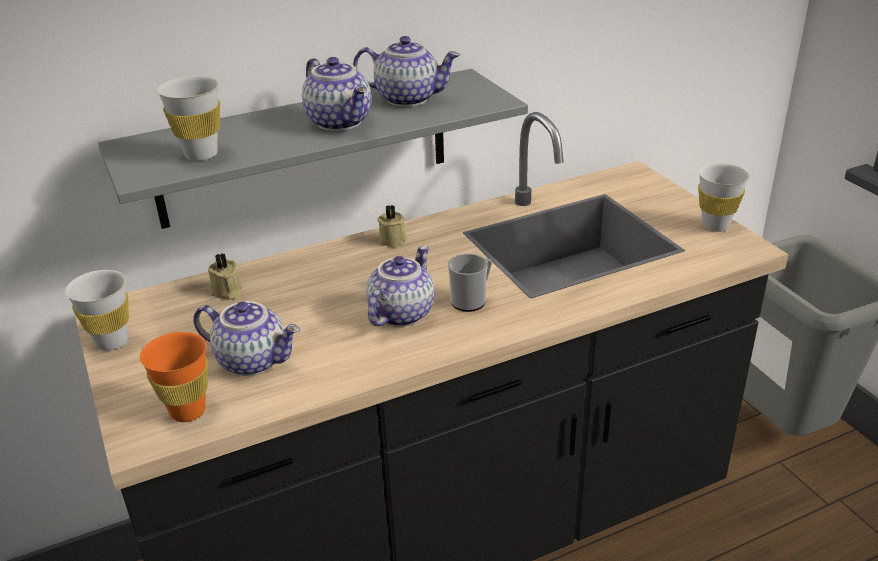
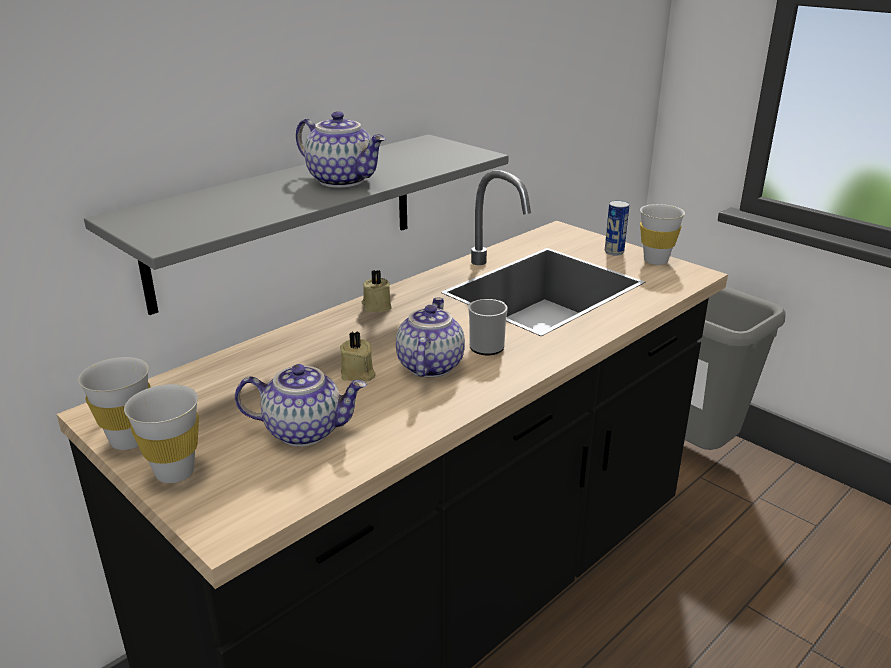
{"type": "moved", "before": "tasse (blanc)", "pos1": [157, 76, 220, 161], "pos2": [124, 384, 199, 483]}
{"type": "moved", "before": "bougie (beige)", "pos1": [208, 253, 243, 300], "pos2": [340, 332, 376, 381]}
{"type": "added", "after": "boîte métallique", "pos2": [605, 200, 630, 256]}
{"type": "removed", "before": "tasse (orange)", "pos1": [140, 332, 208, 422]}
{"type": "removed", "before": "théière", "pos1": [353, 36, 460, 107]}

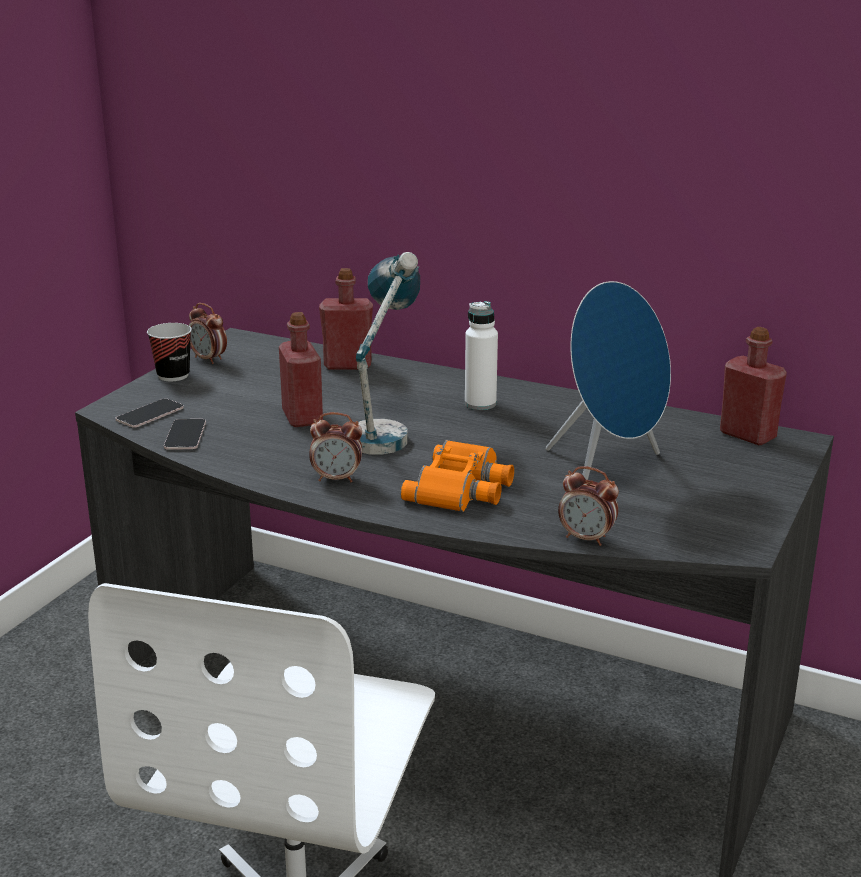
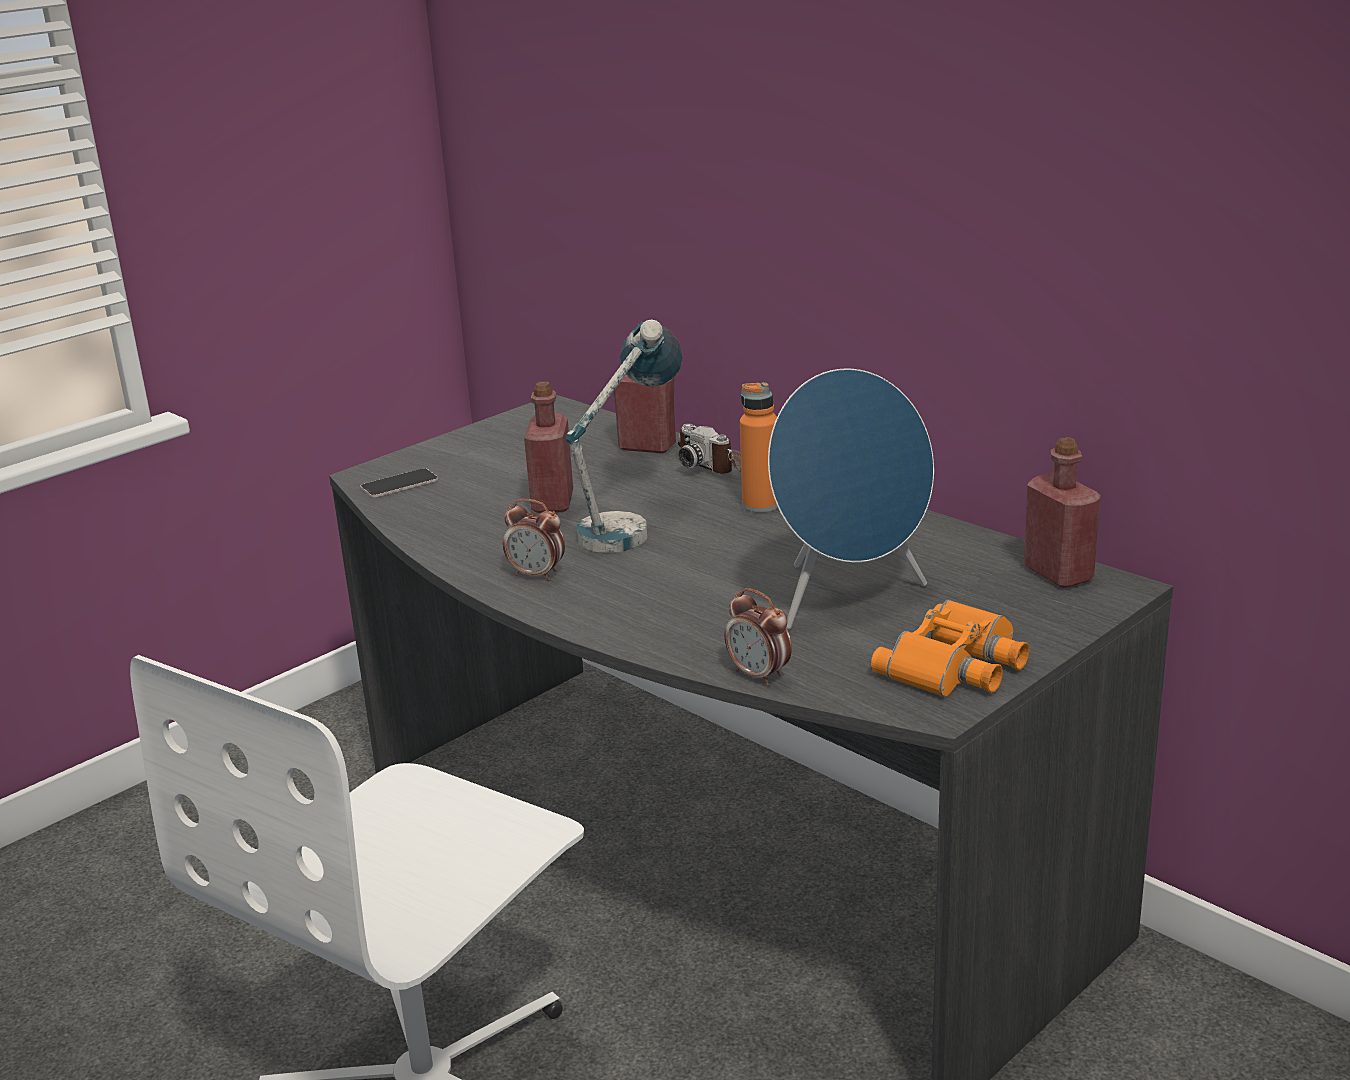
{"type": "added", "after": "appareil photo", "pos2": [678, 424, 741, 474]}
{"type": "recoloured", "before": "bouteille (blanc)", "after": "bouteille (orange)", "pos1": [465, 301, 498, 410], "pos2": [740, 382, 778, 513]}
{"type": "moved", "before": "jumelles (orange)", "pos1": [400, 440, 514, 512], "pos2": [871, 600, 1029, 697]}
{"type": "removed", "before": "tasse", "pos1": [147, 323, 192, 381]}
{"type": "removed", "before": "téléphone", "pos1": [164, 419, 206, 449]}
{"type": "removed", "before": "réveil", "pos1": [189, 303, 227, 364]}

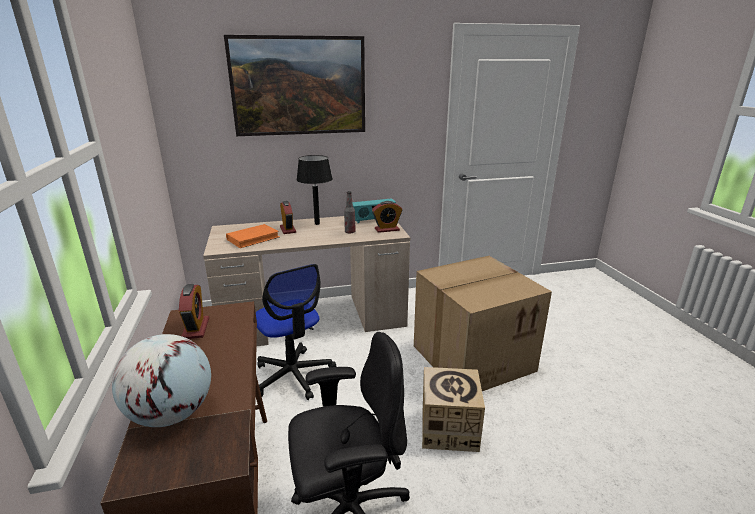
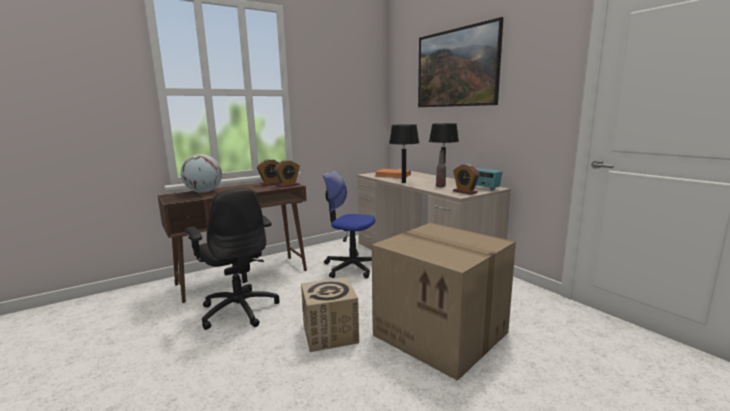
{"type": "moved", "before": "réveil", "pos1": [280, 201, 296, 234], "pos2": [274, 160, 300, 188]}
{"type": "turned", "before": "chaise de bureau", "pos1": [256, 264, 336, 400], "pos2": [323, 171, 375, 278], "turn": 75}
{"type": "added", "after": "lampe de table (noir)", "pos2": [389, 124, 419, 183]}

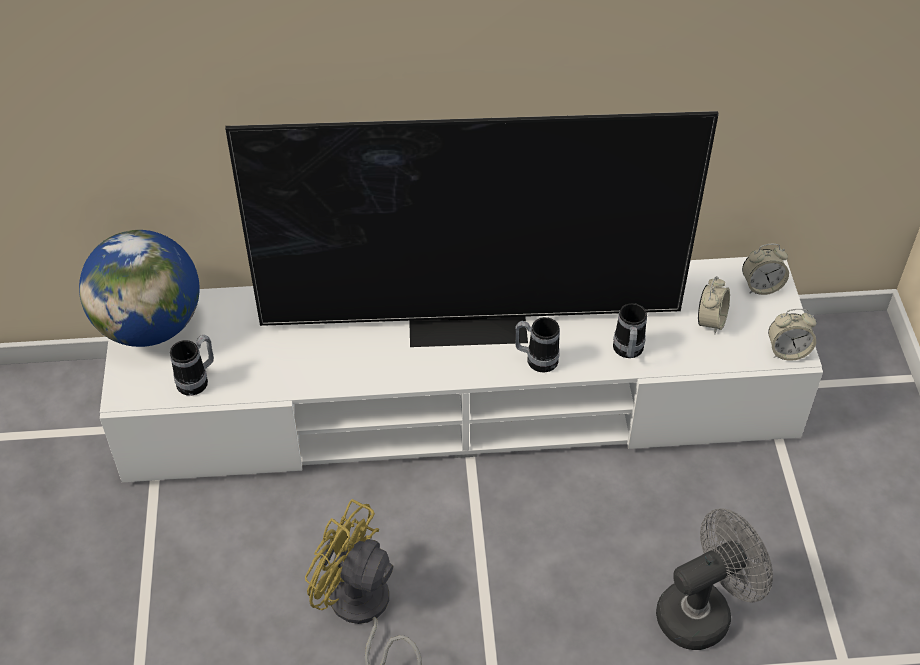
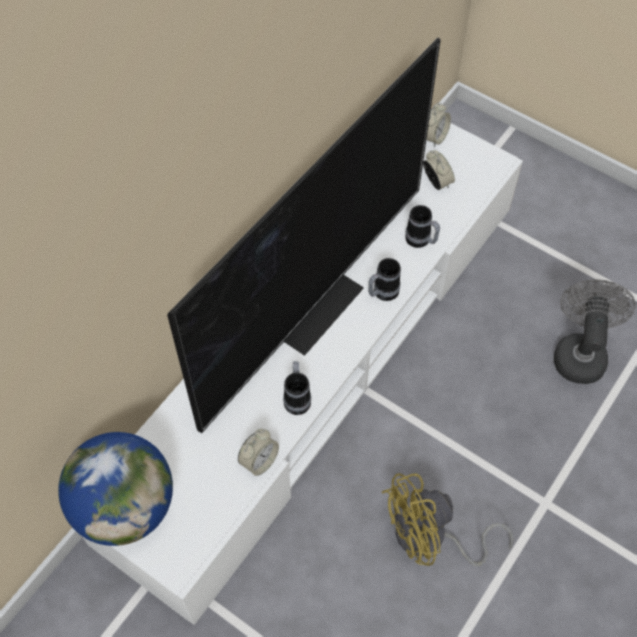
{"type": "moved", "before": "réveil", "pos1": [768, 309, 816, 361], "pos2": [238, 429, 279, 476]}
{"type": "moved", "before": "mug", "pos1": [170, 335, 214, 396], "pos2": [283, 361, 311, 415]}

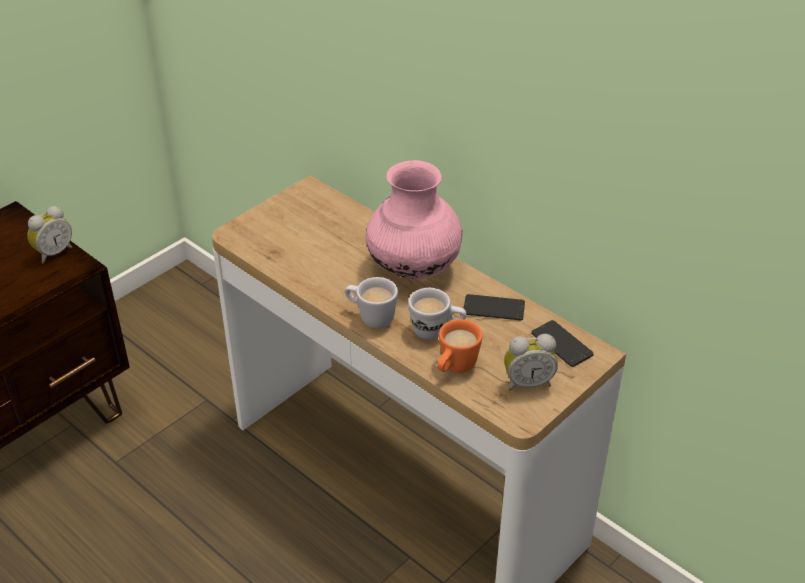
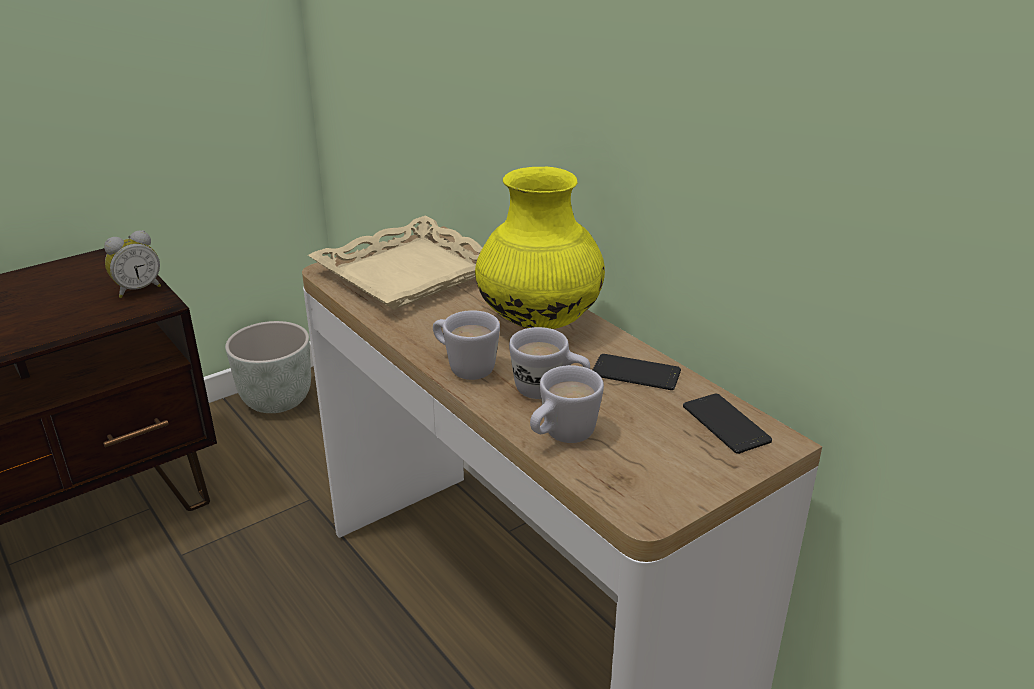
{"type": "added", "after": "cache-pot (gris)", "pos2": [225, 321, 311, 413]}
{"type": "added", "after": "plateau (beige)", "pos2": [308, 216, 482, 310]}
{"type": "recoloured", "before": "vase (rose)", "after": "vase (jaune)", "pos1": [366, 160, 462, 279], "pos2": [475, 167, 605, 329]}
{"type": "recoloured", "before": "mug (orange)", "after": "mug (blanc)", "pos1": [437, 319, 482, 373], "pos2": [530, 365, 604, 443]}
{"type": "removed", "before": "réveil", "pos1": [504, 334, 558, 391]}

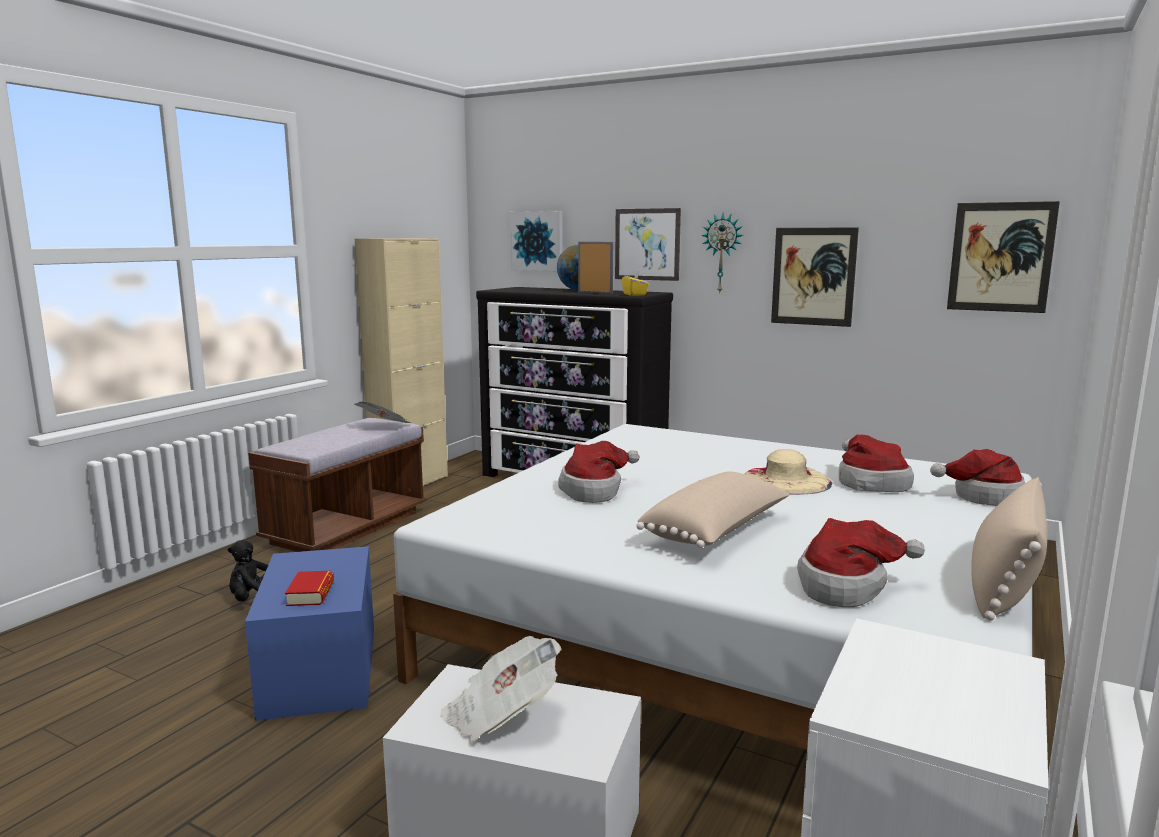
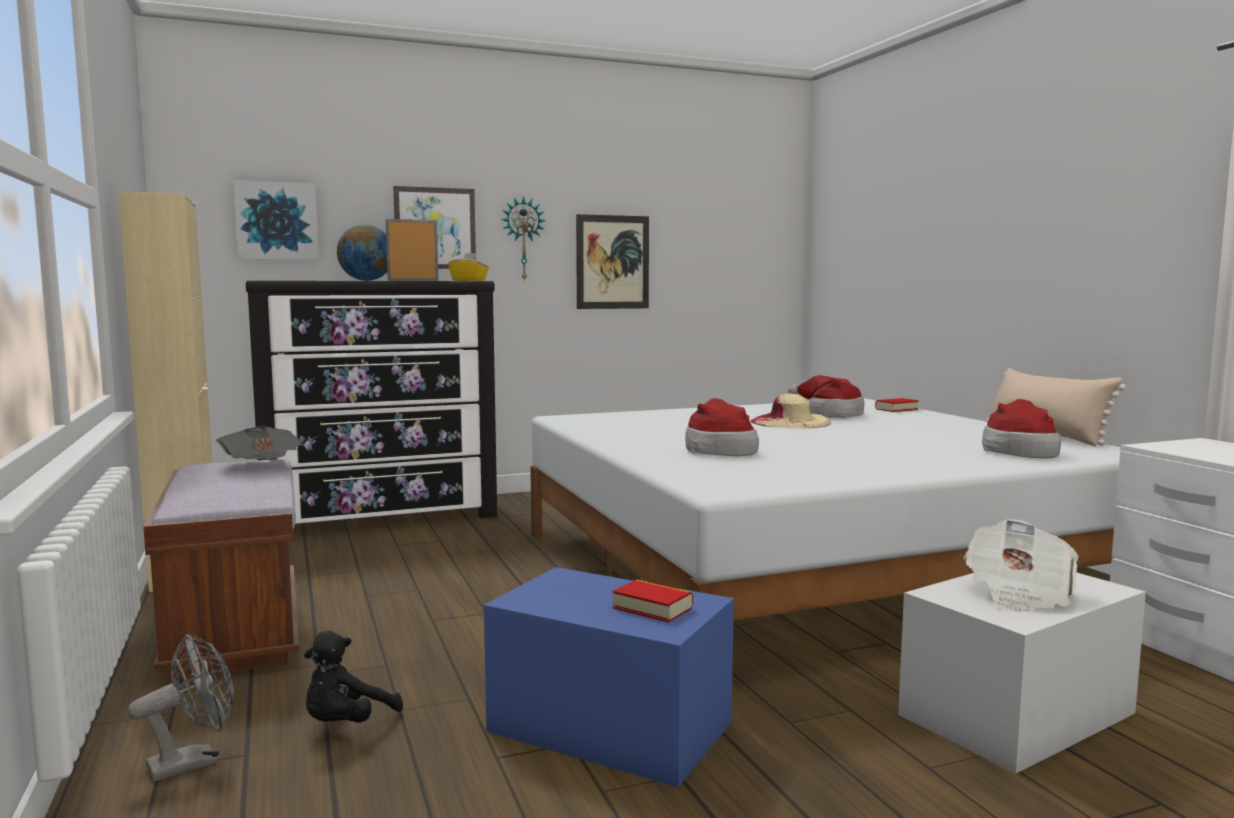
{"type": "added", "after": "ventilateur (gris)", "pos2": [128, 634, 234, 781]}
{"type": "replaced", "before": "chapeau", "after": "livre", "pos1": [930, 449, 1025, 506], "pos2": [875, 398, 919, 412]}
{"type": "removed", "before": "coussin (beige)", "pos1": [636, 472, 790, 548]}
{"type": "removed", "before": "tableau", "pos1": [947, 201, 1060, 313]}

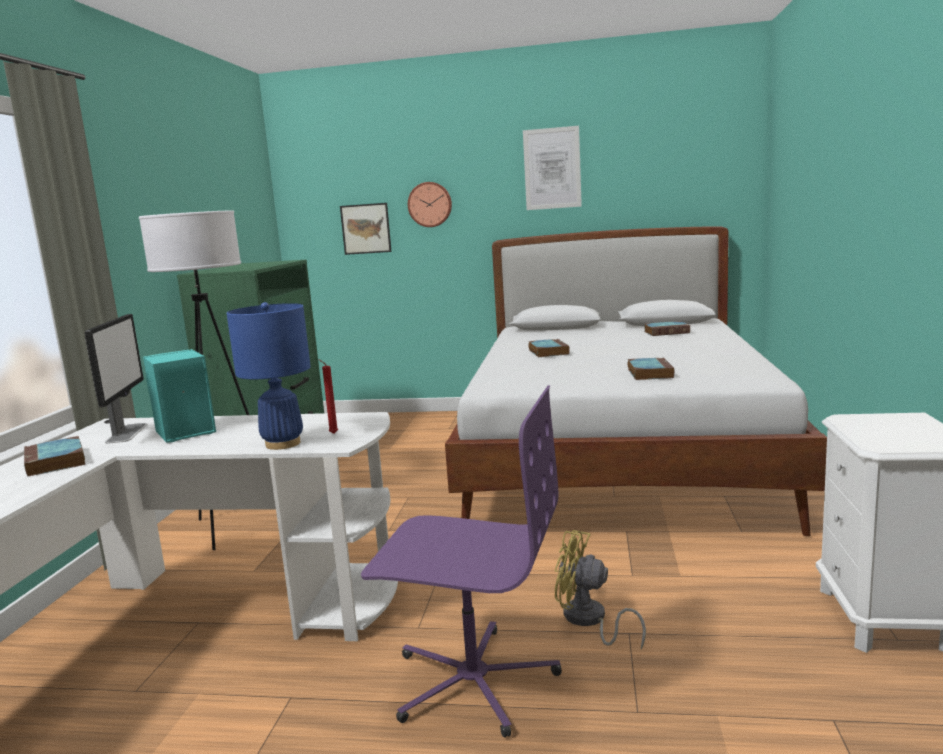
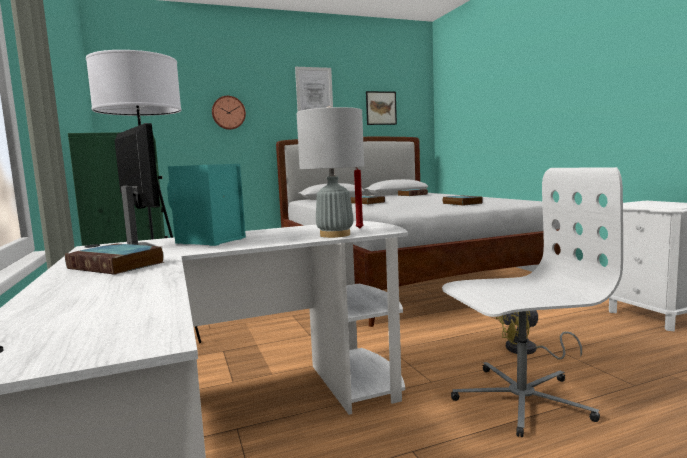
{"type": "recoloured", "before": "lampe de table (bleu)", "after": "lampe de table (gris)", "pos1": [226, 302, 311, 450], "pos2": [297, 106, 364, 238]}
{"type": "moved", "before": "tableau", "pos1": [340, 203, 391, 255], "pos2": [366, 91, 397, 125]}
{"type": "recoloured", "before": "chaise de bureau (violet)", "after": "chaise de bureau (blanc)", "pos1": [361, 386, 562, 738], "pos2": [442, 167, 623, 437]}

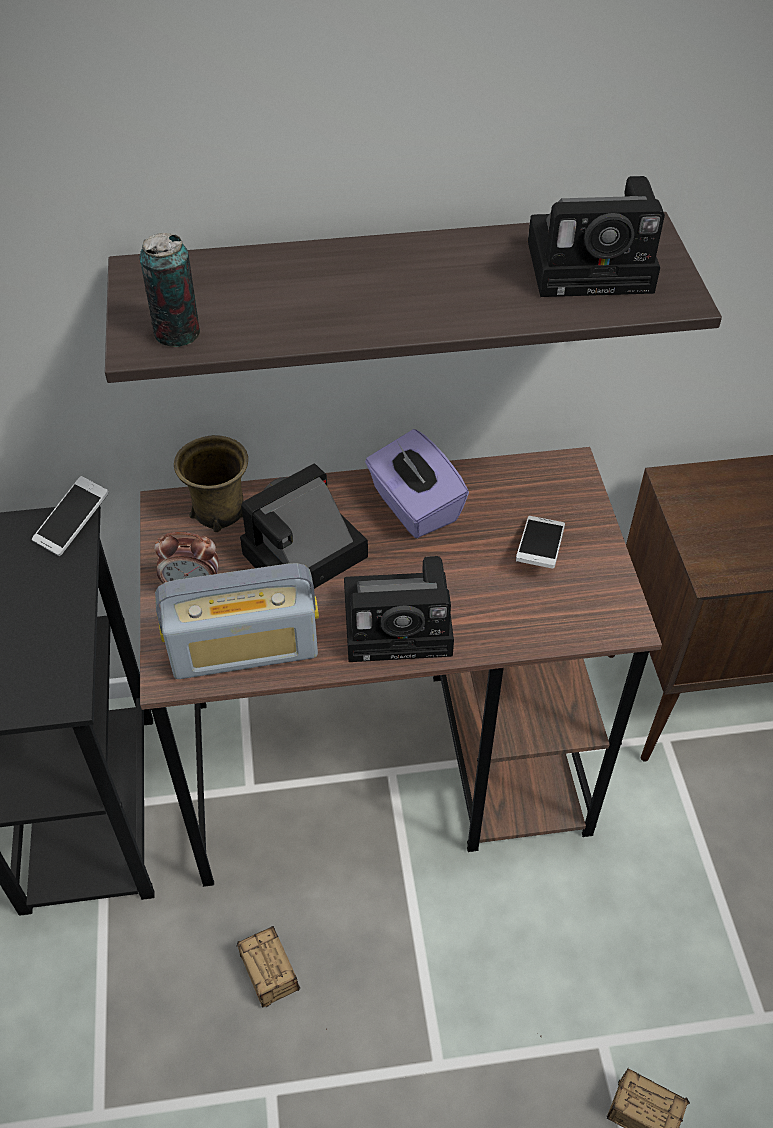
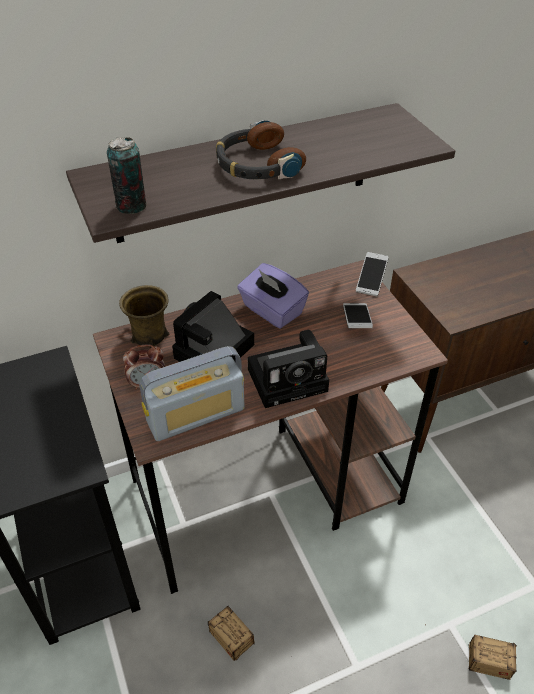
{"type": "added", "after": "casque audio", "pos2": [216, 120, 306, 180]}
{"type": "moved", "before": "téléphone", "pos1": [32, 476, 109, 556], "pos2": [356, 252, 388, 296]}
{"type": "removed", "before": "appareil photo", "pos1": [528, 176, 665, 297]}

